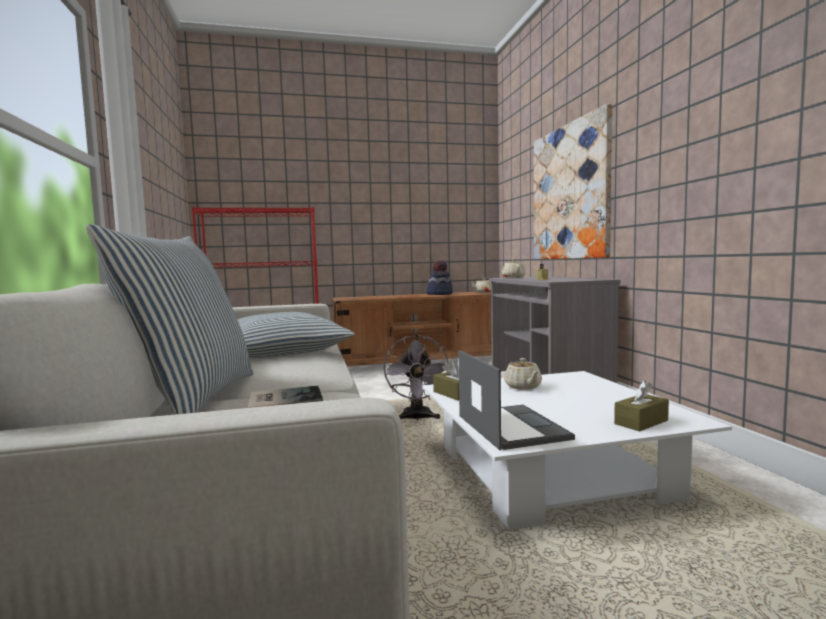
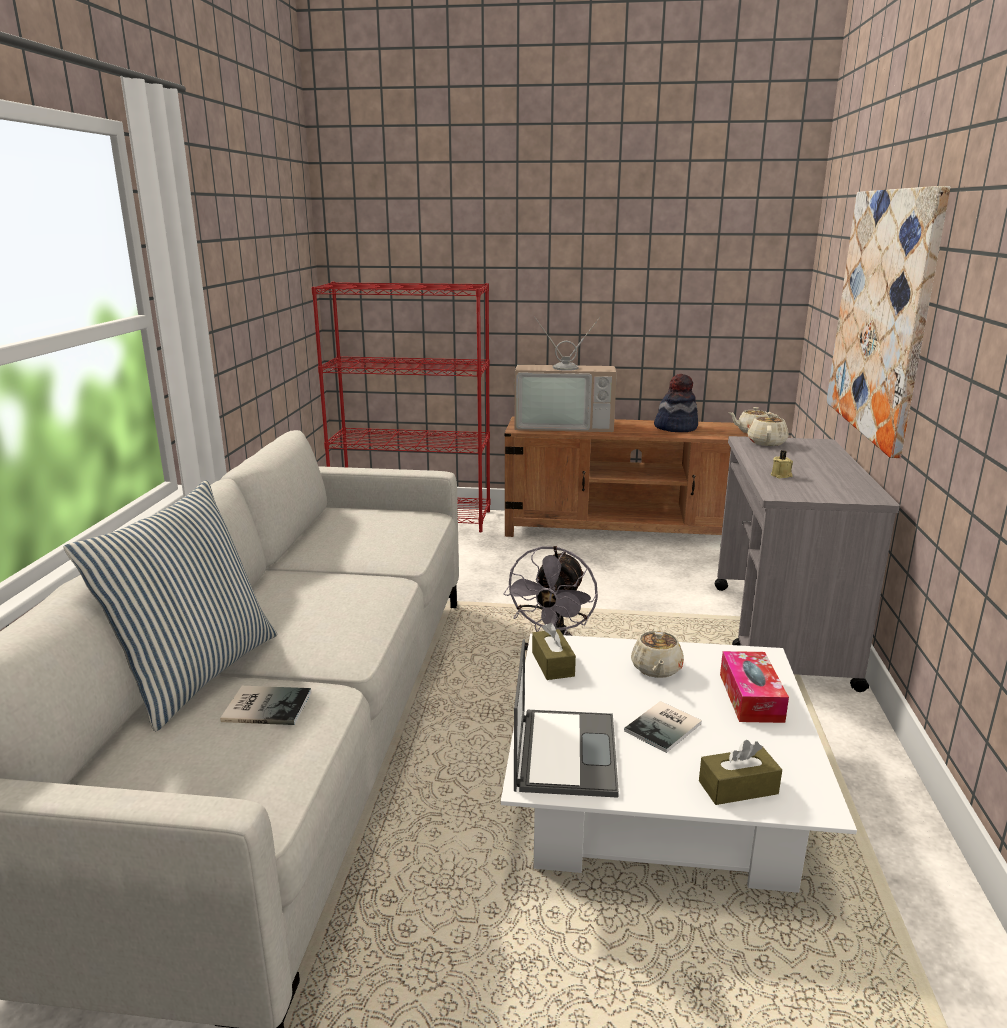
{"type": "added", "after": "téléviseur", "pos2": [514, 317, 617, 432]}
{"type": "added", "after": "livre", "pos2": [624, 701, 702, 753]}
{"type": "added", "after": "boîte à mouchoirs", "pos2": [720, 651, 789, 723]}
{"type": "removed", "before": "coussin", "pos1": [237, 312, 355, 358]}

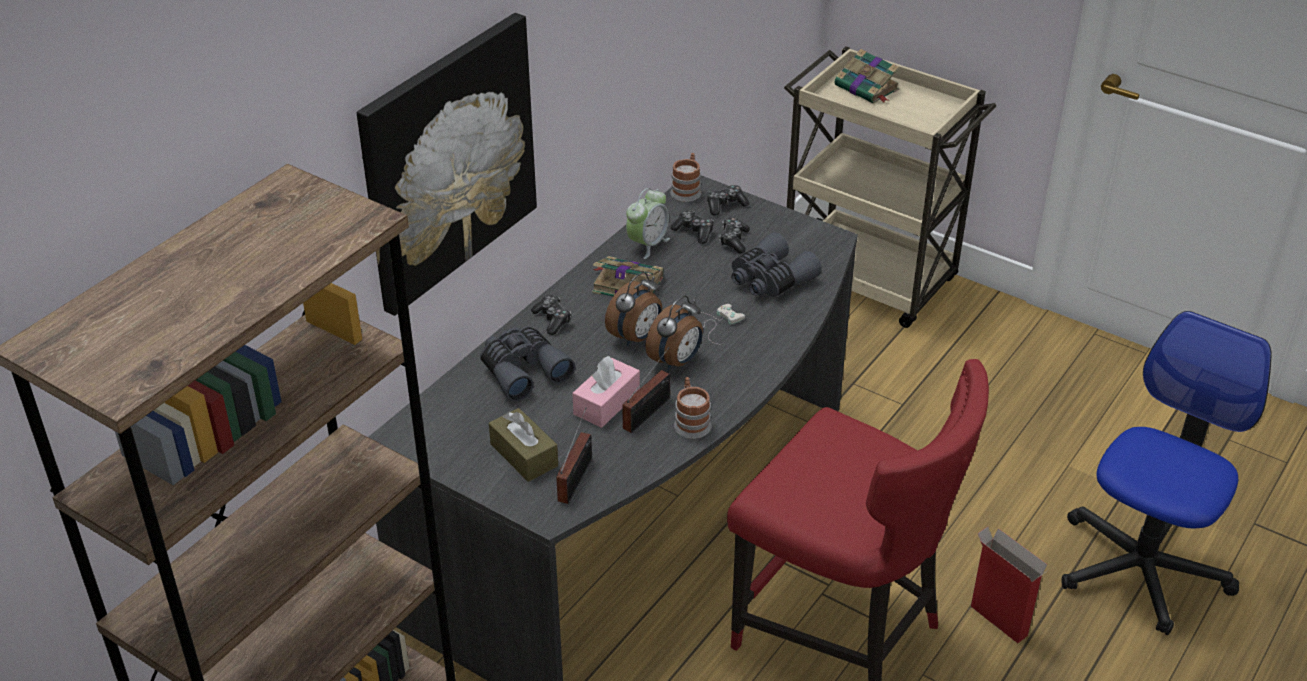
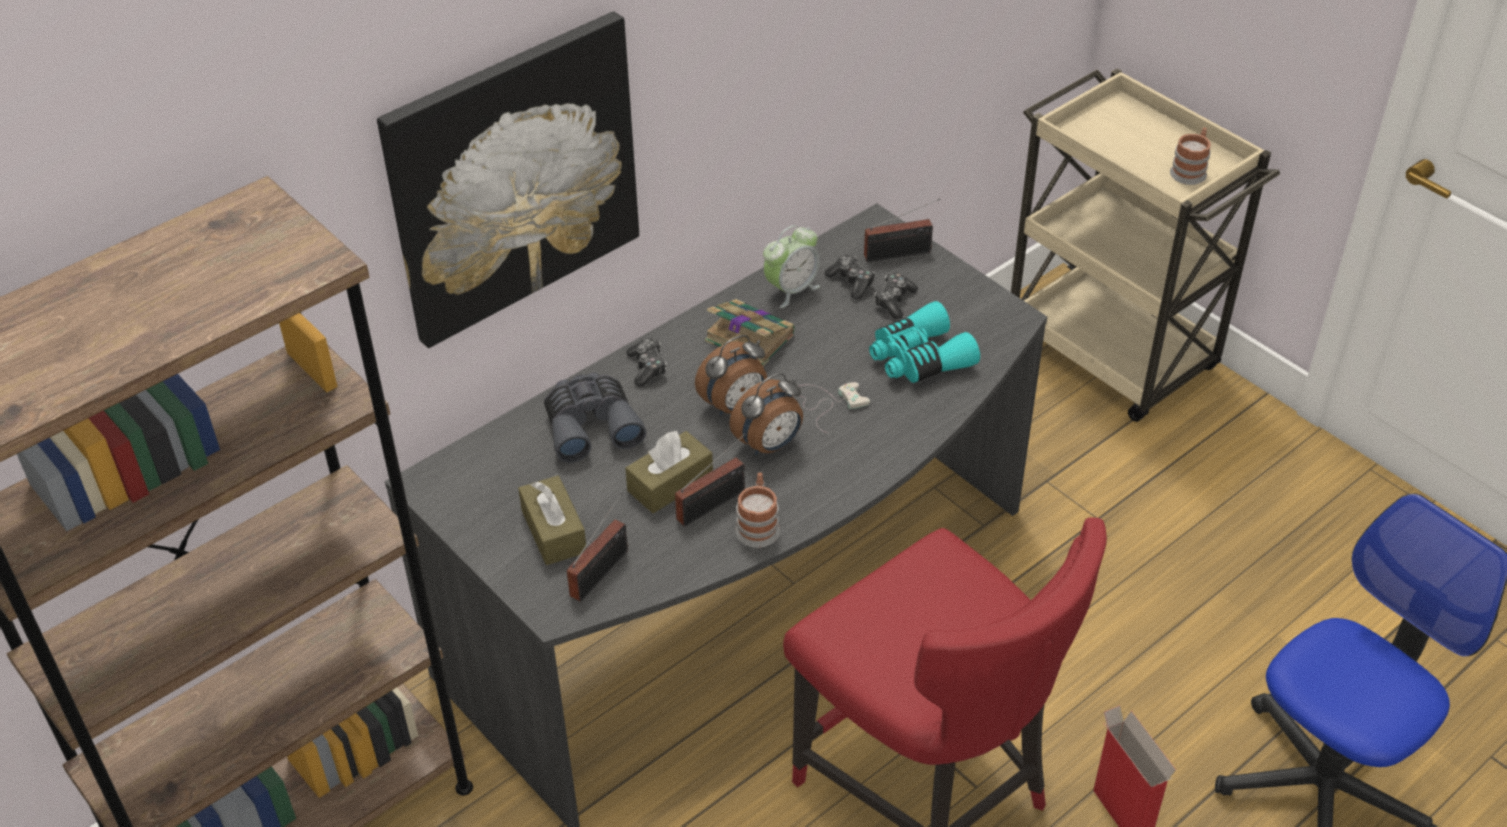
{"type": "recoloured", "before": "boîte à mouchoirs (rose)", "after": "boîte à mouchoirs (marron)", "pos1": [573, 356, 640, 428], "pos2": [625, 430, 713, 513]}
{"type": "replaced", "before": "manette", "after": "radio", "pos1": [707, 185, 749, 216], "pos2": [864, 199, 940, 262]}
{"type": "recoloured", "before": "jumelles (gris)", "after": "jumelles (turquoise)", "pos1": [731, 232, 822, 297], "pos2": [869, 301, 980, 383]}
{"type": "moved", "before": "mug", "pos1": [670, 153, 701, 202], "pos2": [1170, 127, 1211, 185]}
{"type": "removed", "before": "livre", "pos1": [834, 49, 899, 104]}

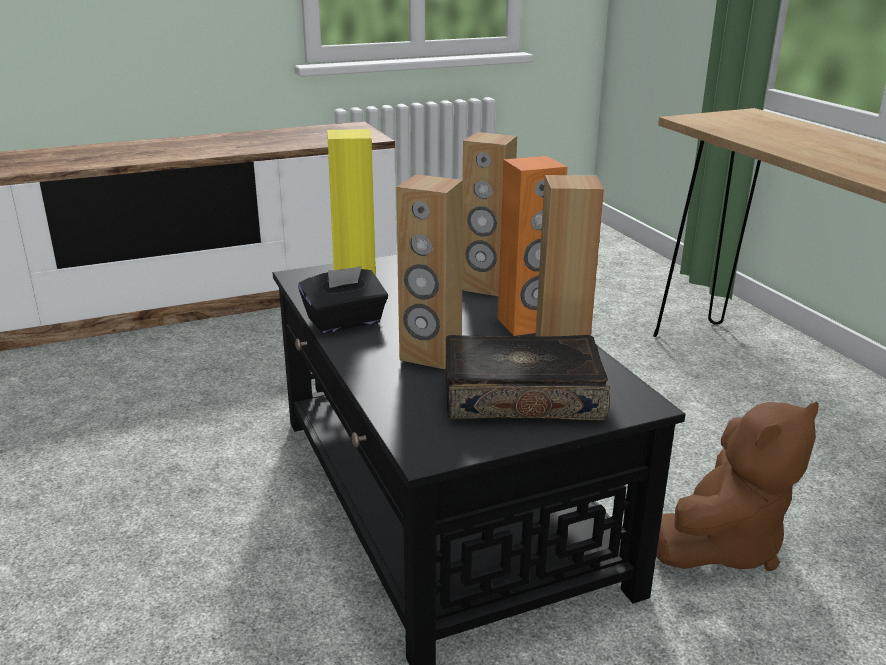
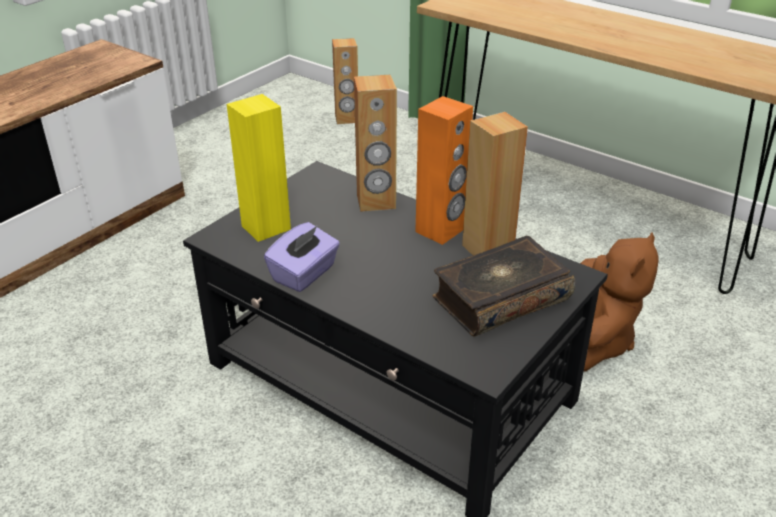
{"type": "recoloured", "before": "boîte à mouchoirs (noir)", "after": "boîte à mouchoirs (violet)", "pos1": [298, 266, 388, 333], "pos2": [264, 222, 340, 292]}
{"type": "moved", "before": "enceinte (marron)", "pos1": [396, 174, 463, 369], "pos2": [332, 38, 358, 124]}

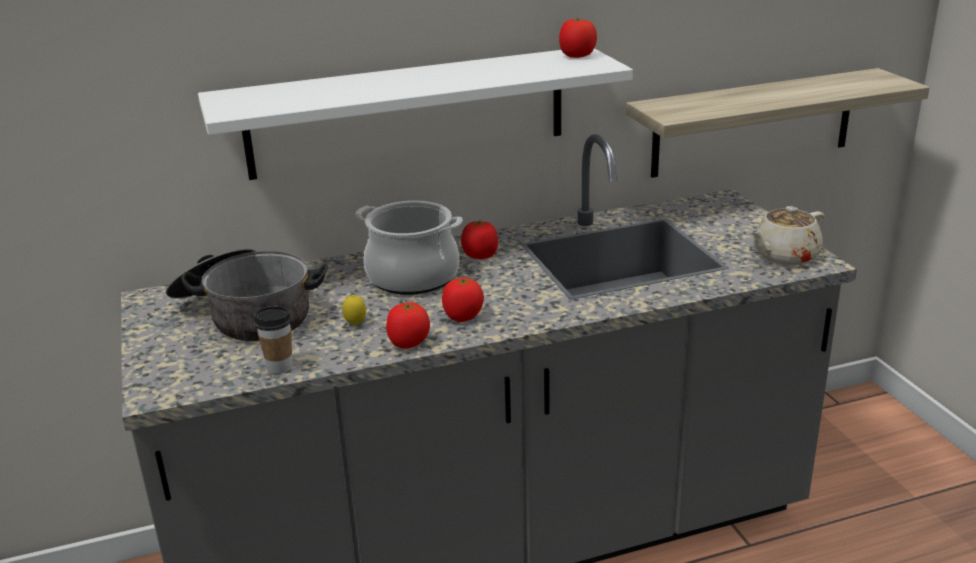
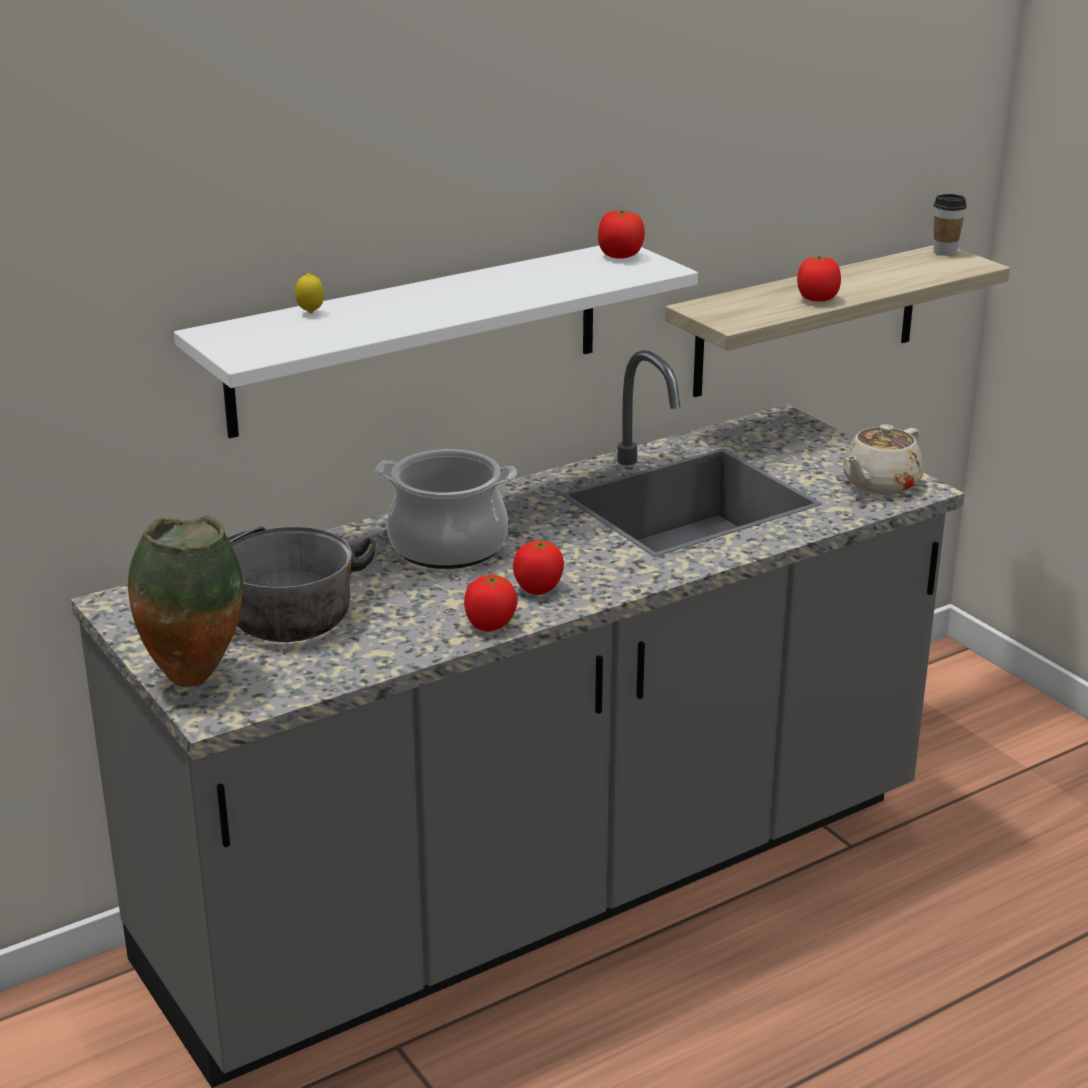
{"type": "added", "after": "vase", "pos2": [128, 515, 243, 687]}
{"type": "moved", "before": "citron", "pos1": [342, 295, 366, 325], "pos2": [295, 273, 324, 313]}
{"type": "moved", "before": "tomate", "pos1": [461, 219, 498, 259], "pos2": [797, 255, 841, 302]}
{"type": "moved", "before": "tasse", "pos1": [254, 306, 293, 374], "pos2": [933, 194, 967, 256]}

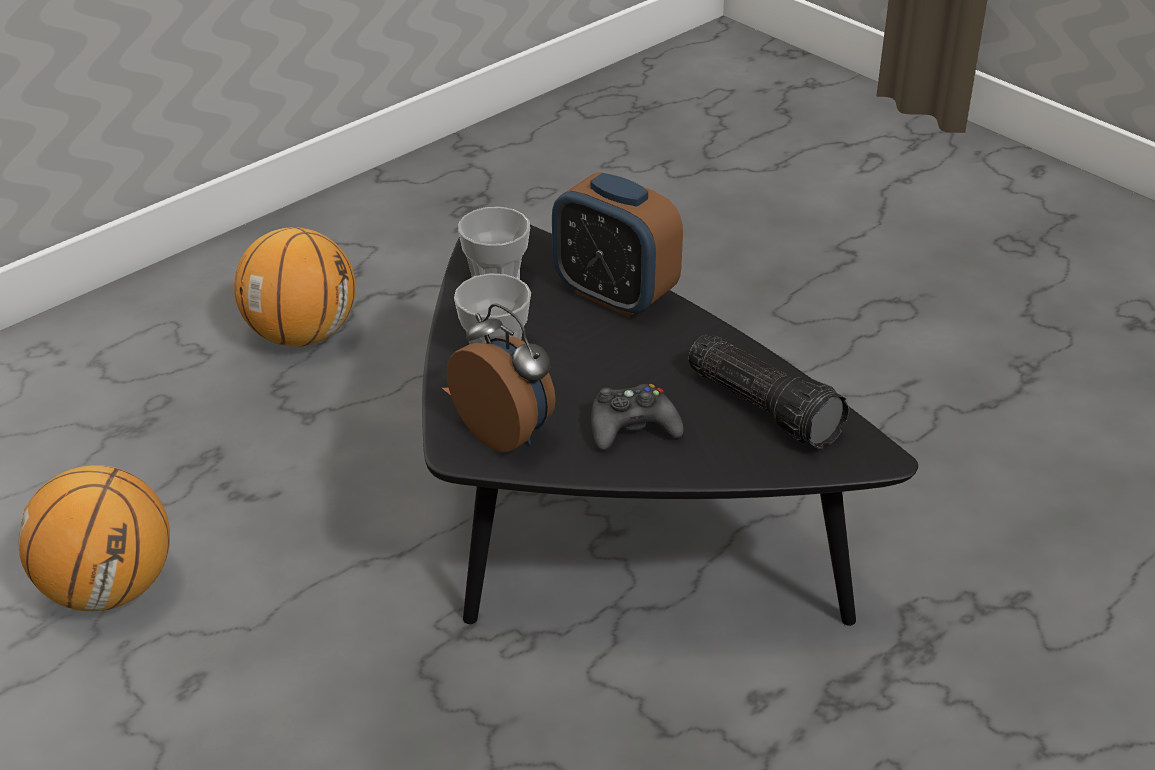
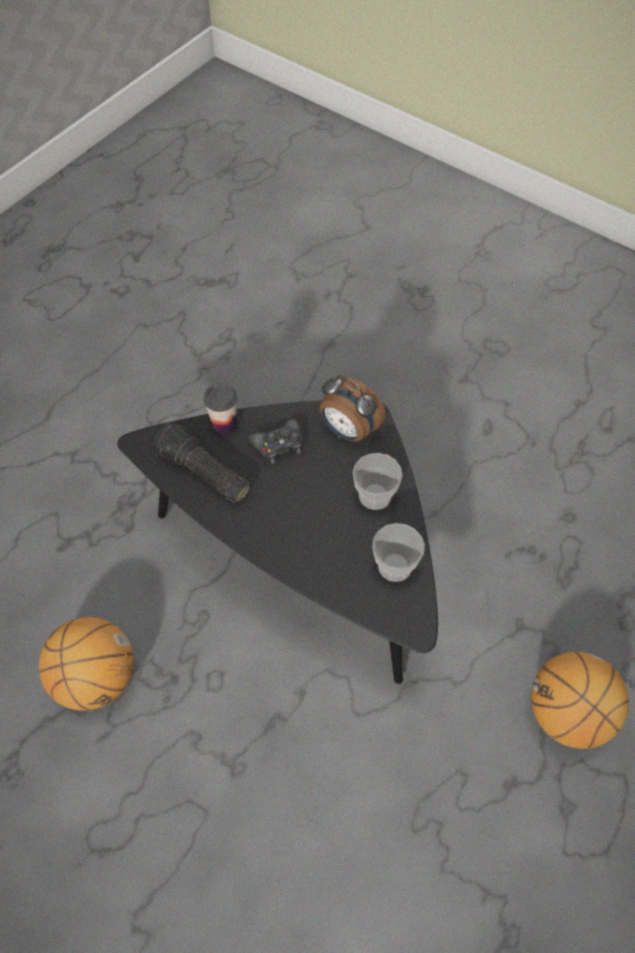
{"type": "moved", "before": "ballon de basket", "pos1": [18, 465, 170, 611], "pos2": [39, 617, 134, 711]}
{"type": "added", "after": "tasse", "pos2": [203, 383, 237, 435]}
{"type": "removed", "before": "réveil", "pos1": [552, 172, 683, 317]}

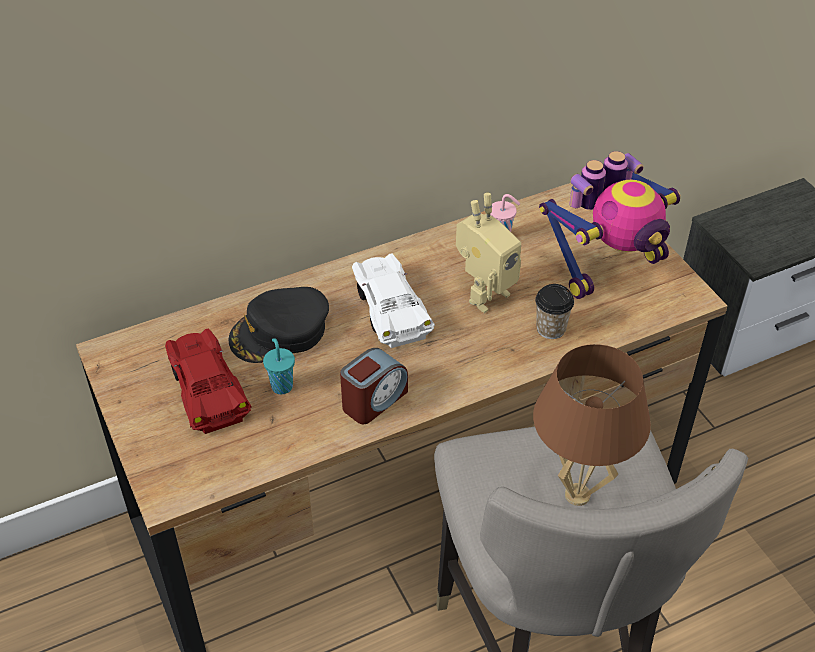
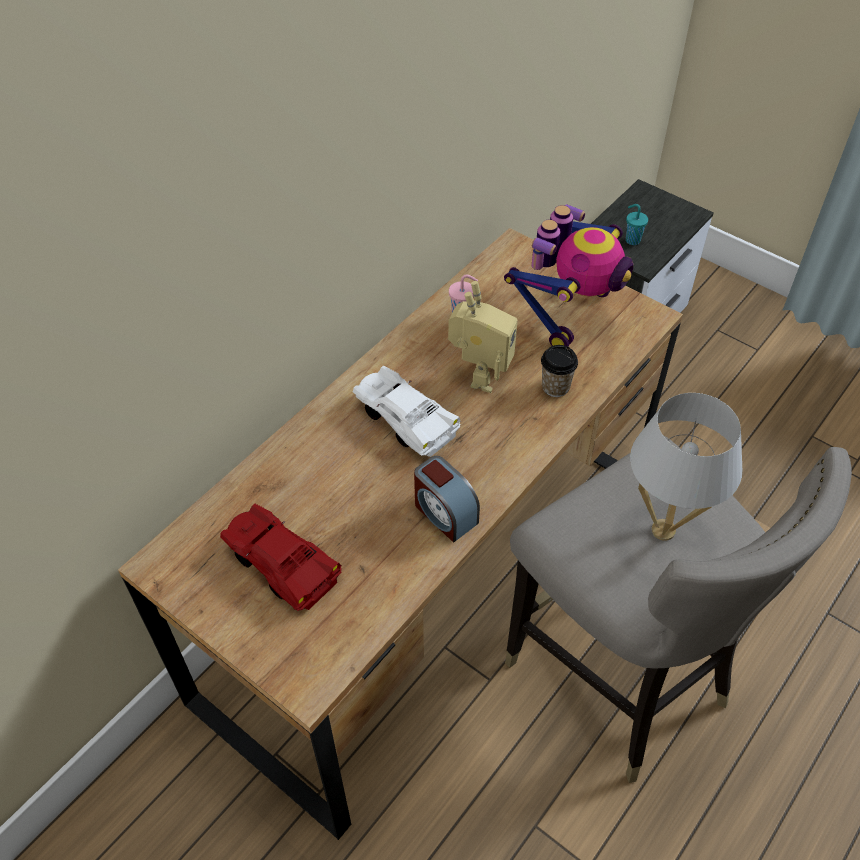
{"type": "turned", "before": "réveil", "pos1": [340, 348, 408, 424], "pos2": [414, 456, 480, 542], "turn": 120}
{"type": "moved", "before": "tasse (turquoise)", "pos1": [263, 338, 295, 394], "pos2": [626, 204, 648, 245]}
{"type": "recoloured", "before": "lampe de table (marron)", "after": "lampe de table (blanc)", "pos1": [533, 344, 651, 506], "pos2": [630, 393, 742, 541]}
{"type": "removed", "before": "casquette (noir)", "pos1": [229, 287, 329, 363]}

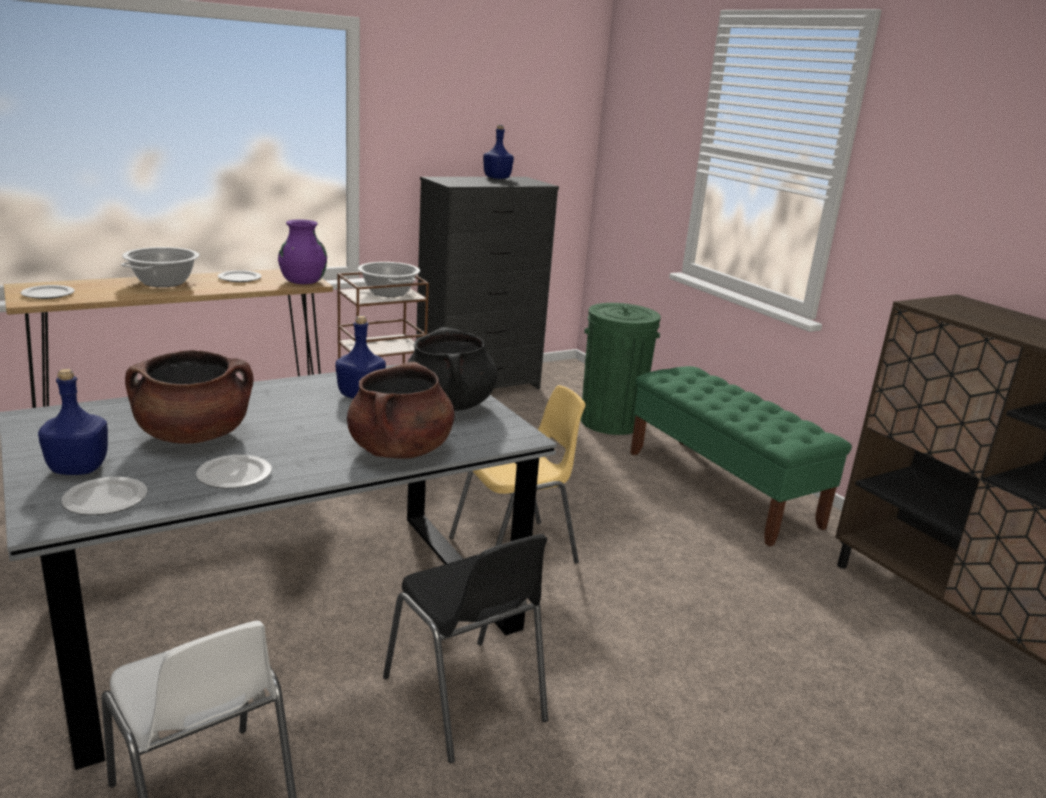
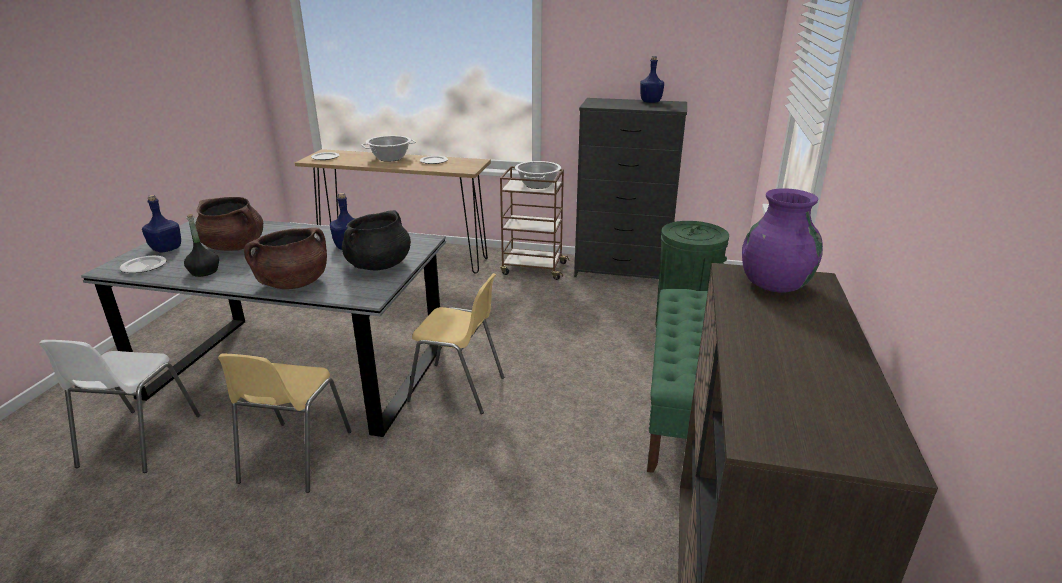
{"type": "replaced", "before": "assiette", "after": "bouteille (noir)", "pos1": [196, 455, 272, 489], "pos2": [184, 214, 219, 277]}
{"type": "recoloured", "before": "chaise (noir)", "after": "chaise (jaune)", "pos1": [383, 534, 548, 763], "pos2": [218, 354, 352, 493]}
{"type": "moved", "before": "vase (violet)", "pos1": [278, 219, 327, 284], "pos2": [742, 188, 823, 292]}

